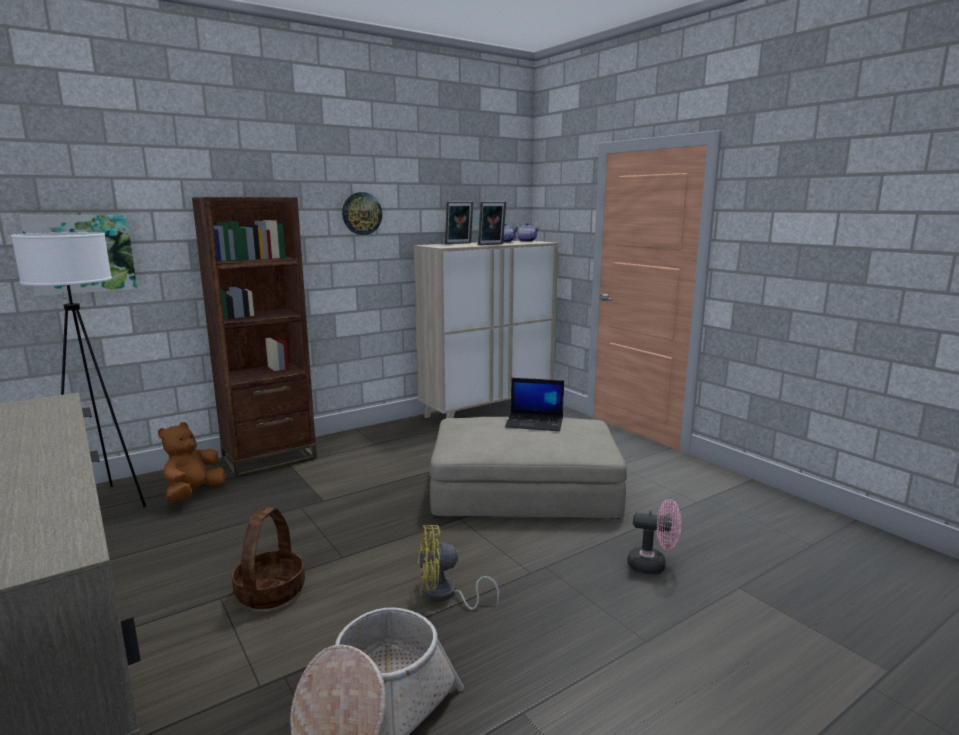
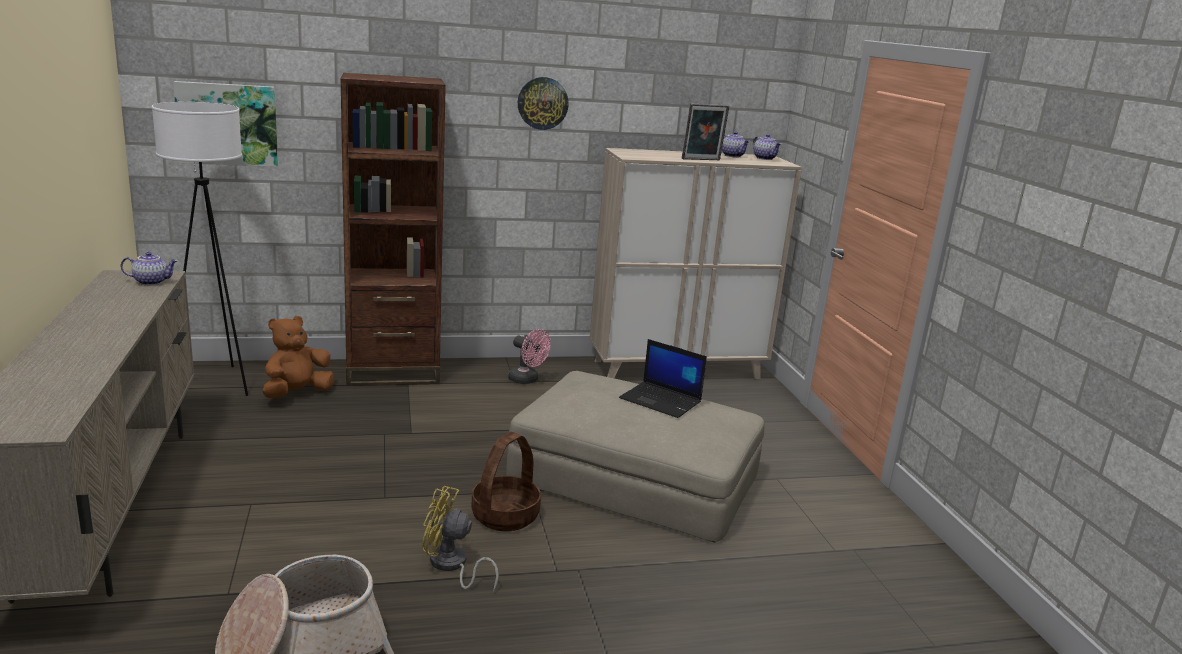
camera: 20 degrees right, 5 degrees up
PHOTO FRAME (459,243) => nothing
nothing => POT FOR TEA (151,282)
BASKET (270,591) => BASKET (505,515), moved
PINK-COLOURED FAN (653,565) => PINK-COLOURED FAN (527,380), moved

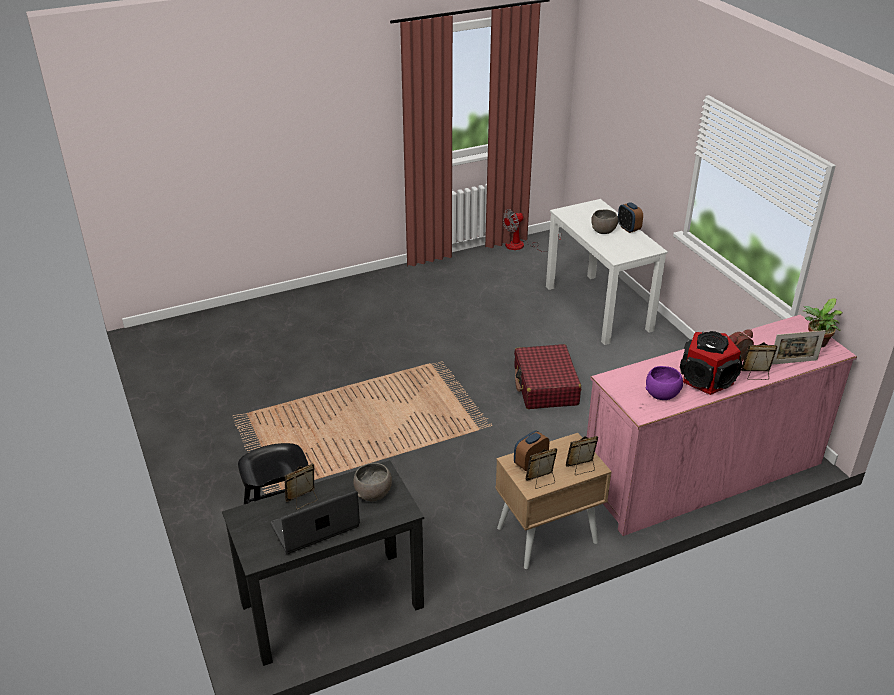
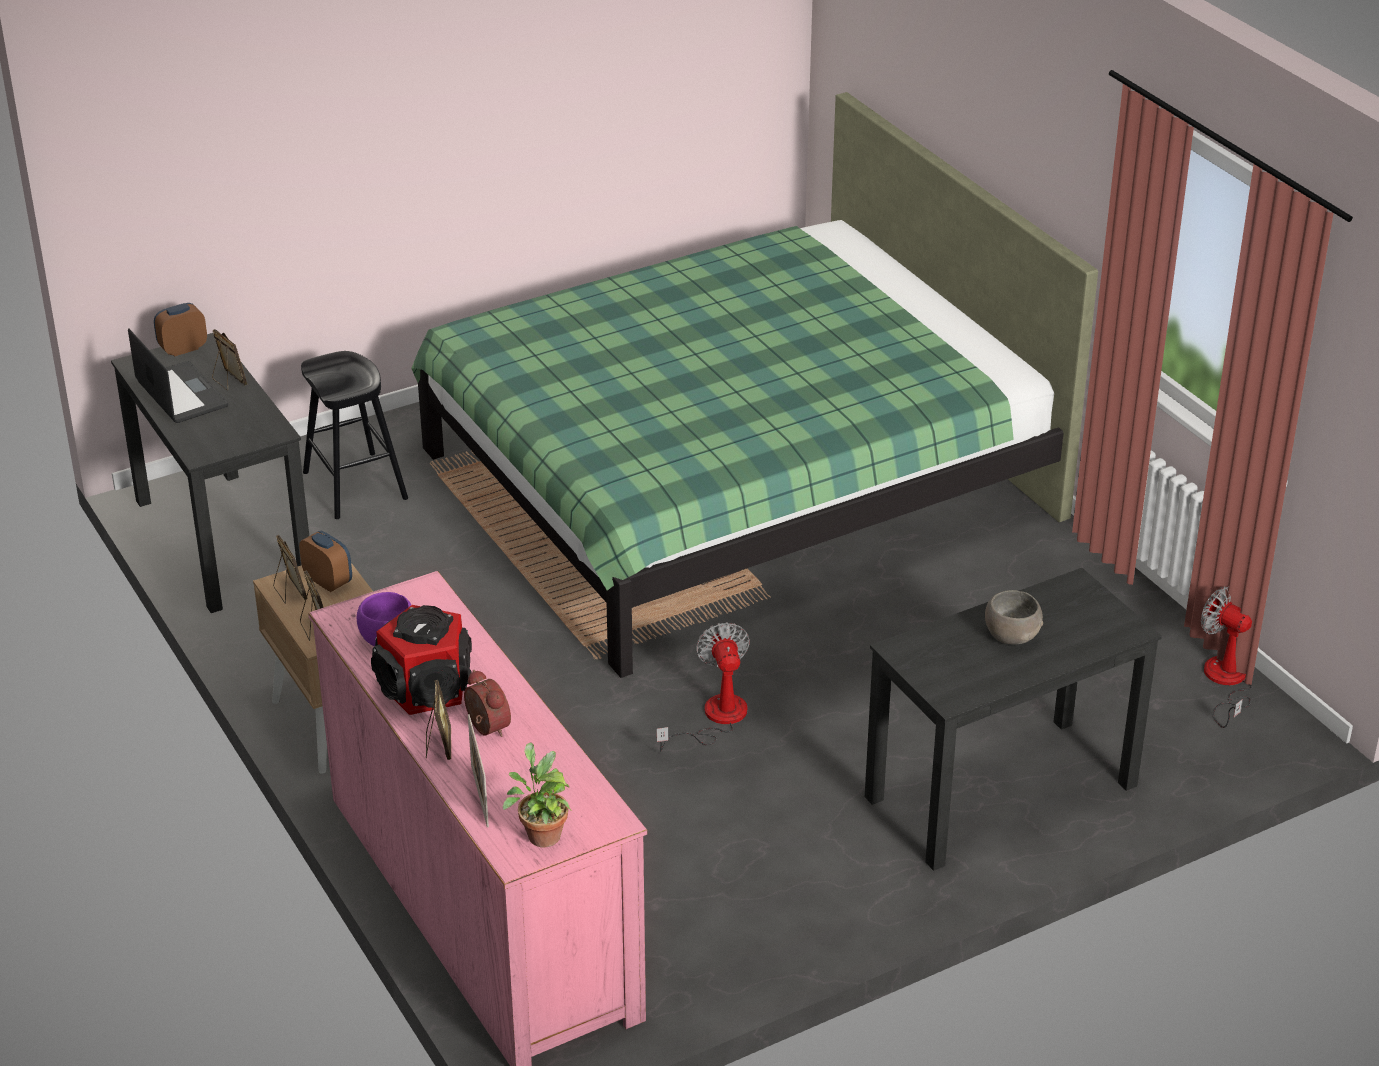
camera: 85 degrees right, 0 degrees up
GRAY BOWL (373,493) => nothing
nothing => GREENISH SLEEPING BED (735,483)
ALARM CLOCK (628,228) => ALARM CLOCK (183,349), moved
RED PIECE OF LUGGAGE (545,386) => FAN (714,718)
WHITE DESK (598,308) => BLACK-COLOURED DESK (1000,792)

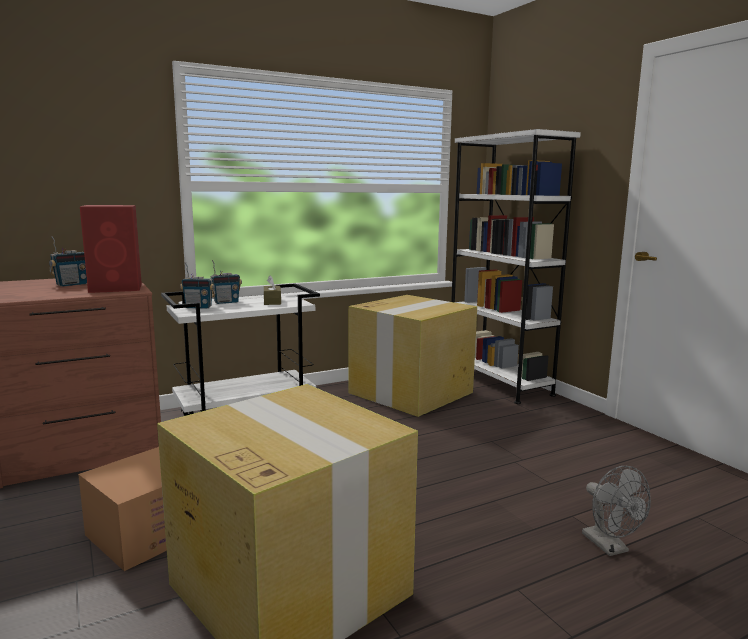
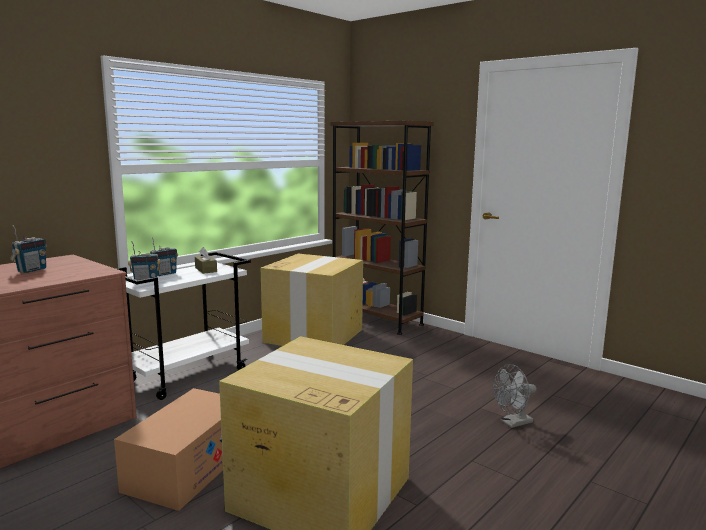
camera: 20 degrees left, 0 degrees up
RED SPEAKER (117,288) => nothing
WHITE BOOKSHELF (498,382) => BROWN-COLOURED BOOKSHELF (376,319)
GRAY FAN (610,547) => GRAY FAN (513,423), 105 degrees clockwise

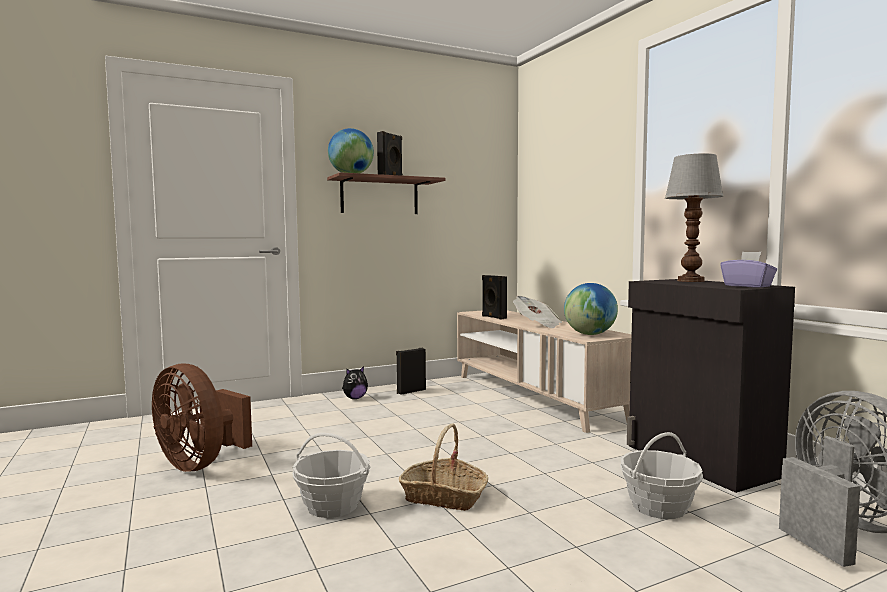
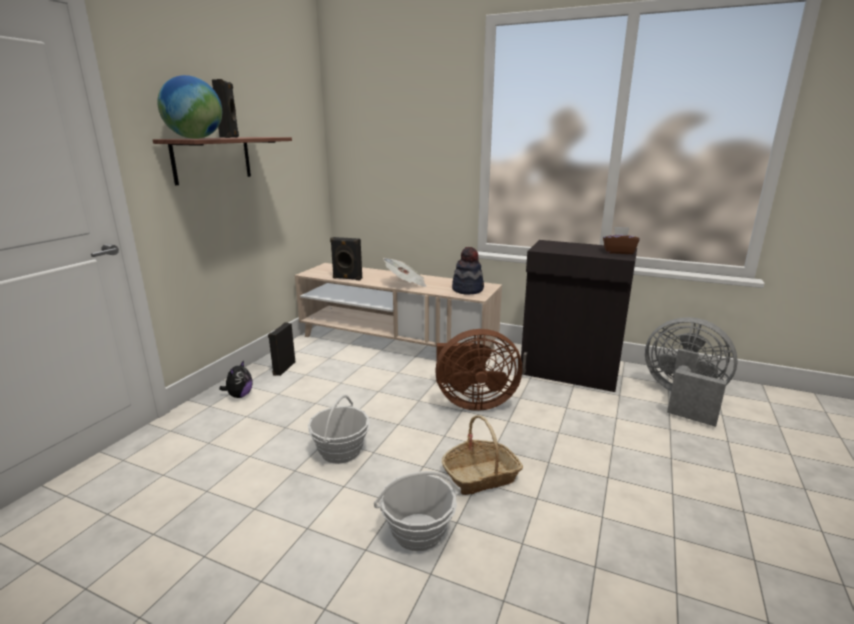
camera: 40 degrees left, 15 degrees up
LAMP FOR A TABLE (690,281) => nothing
BROWN-COLOURED FAN (200,463) => BROWN-COLOURED FAN (472,402), moved
BASKET (659,507) => BASKET (341,451), moved
DESK GLOBE (590,334) => HAT (468,289)
PURPLE TISSUE HOLDER (747,286) => BROWN-COLOURED TISSUE HOLDER (618,252)

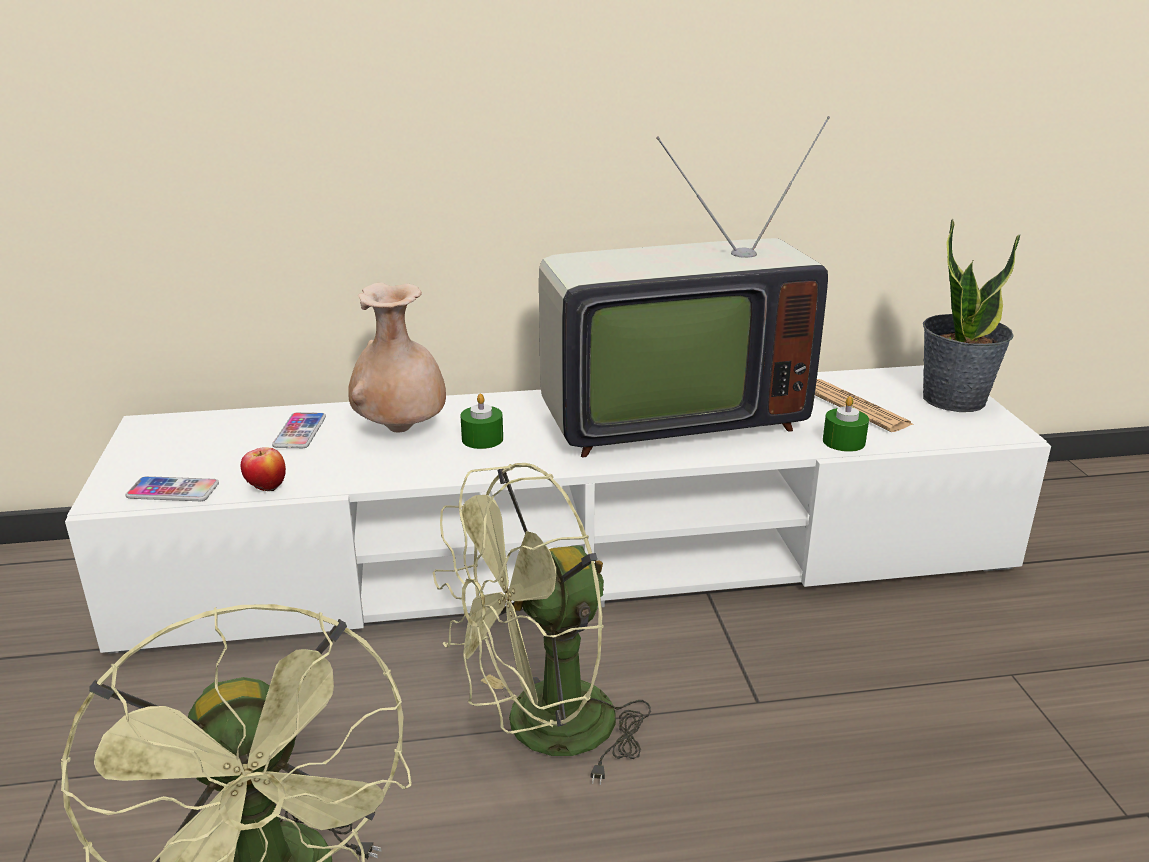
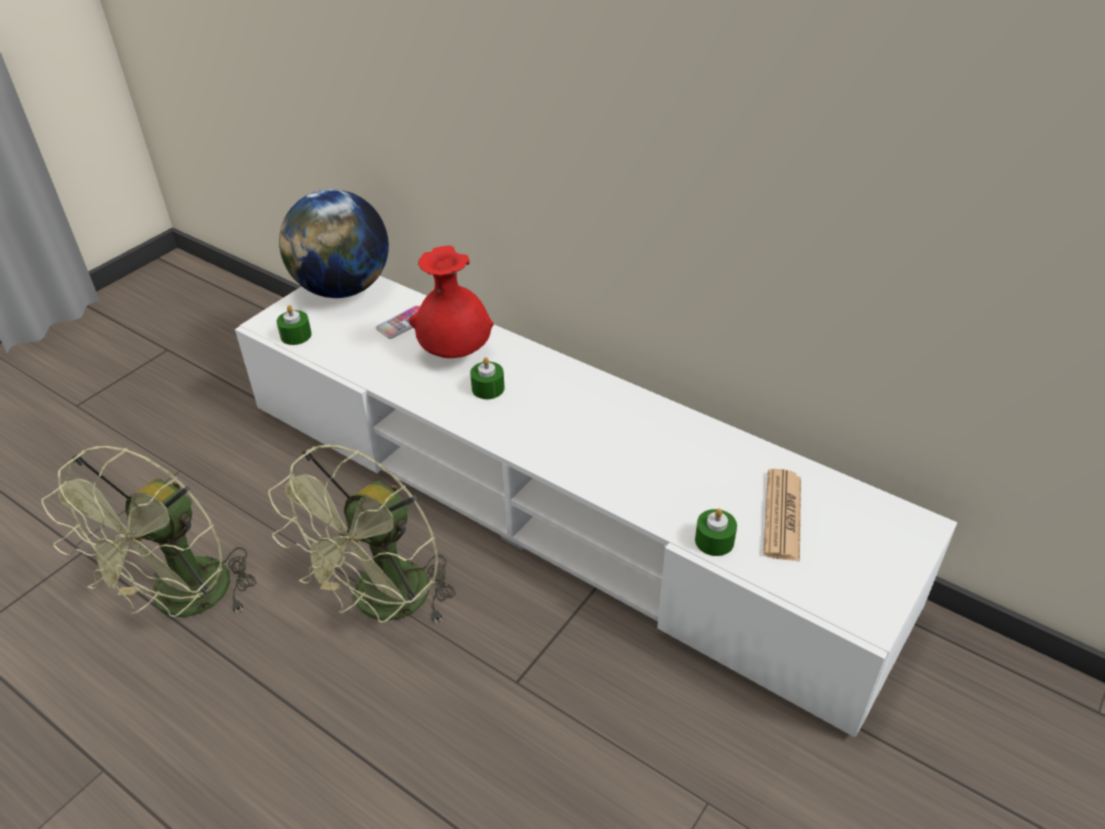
camera: 45 degrees right, 15 degrees up
APPLE FRUIT (266,488) => nothing
TELEVISION (665,418) => nothing
PLANT IN A POT (953,399) => nothing
nothing => DESK GLOBE (343,289)
HANDSET (173,491) => GREENISH CANDLE (296,335)
SAND-COLOURED DECORATIVE VASE (400,430) => RED DECORATIVE VASE (455,353)
GREENISH FAN (541,732) => GREENISH FAN (383,605), 75 degrees counterclockwise

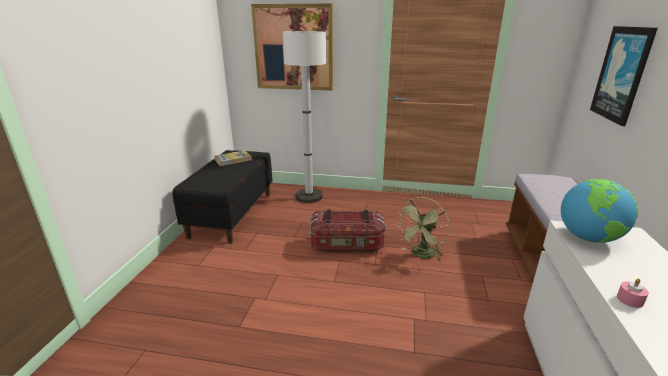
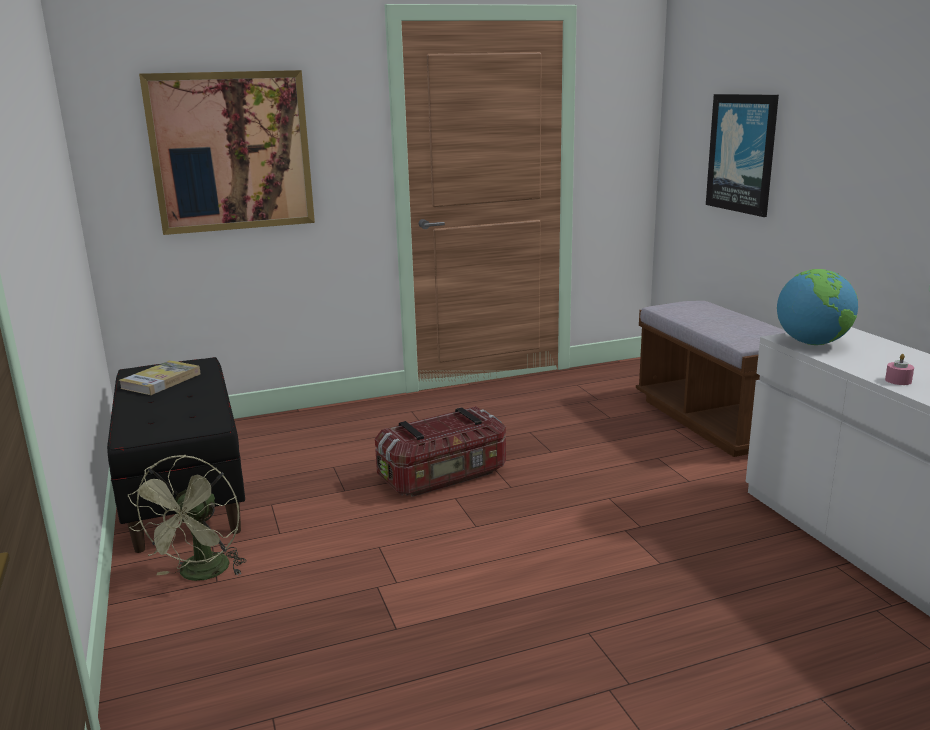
camera: 30 degrees left, 5 degrees down
WHITE STANDARD LAMP (309,197) => nothing
GREENISH FAN (421,255) => GREENISH FAN (201,575), moved

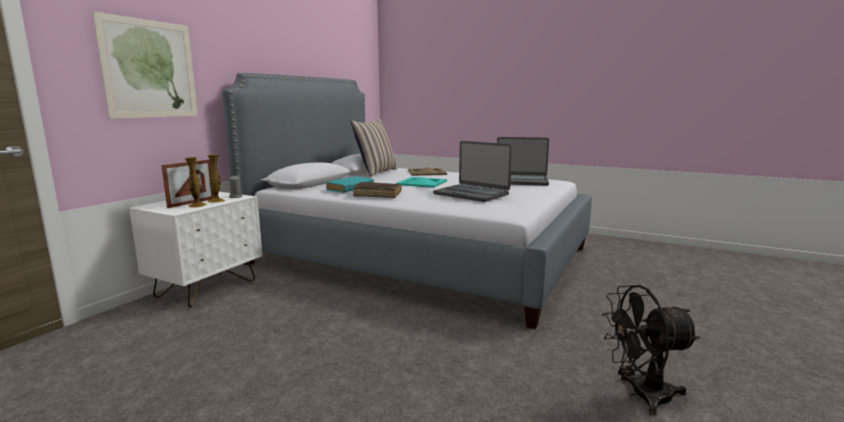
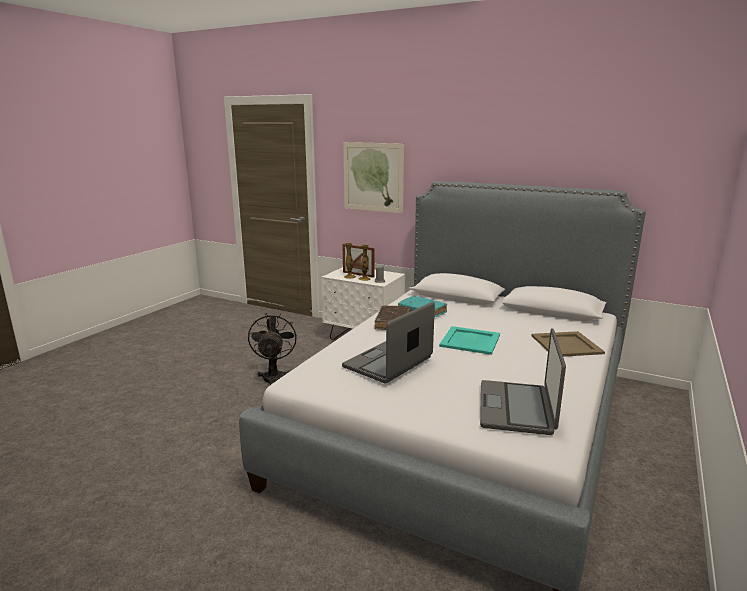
camera: 90 degrees right, 5 degrees up
PILLOW (376,172) => nothing
BLACK-COLOURED FAN (641,395) => BLACK-COLOURED FAN (274,376), moved

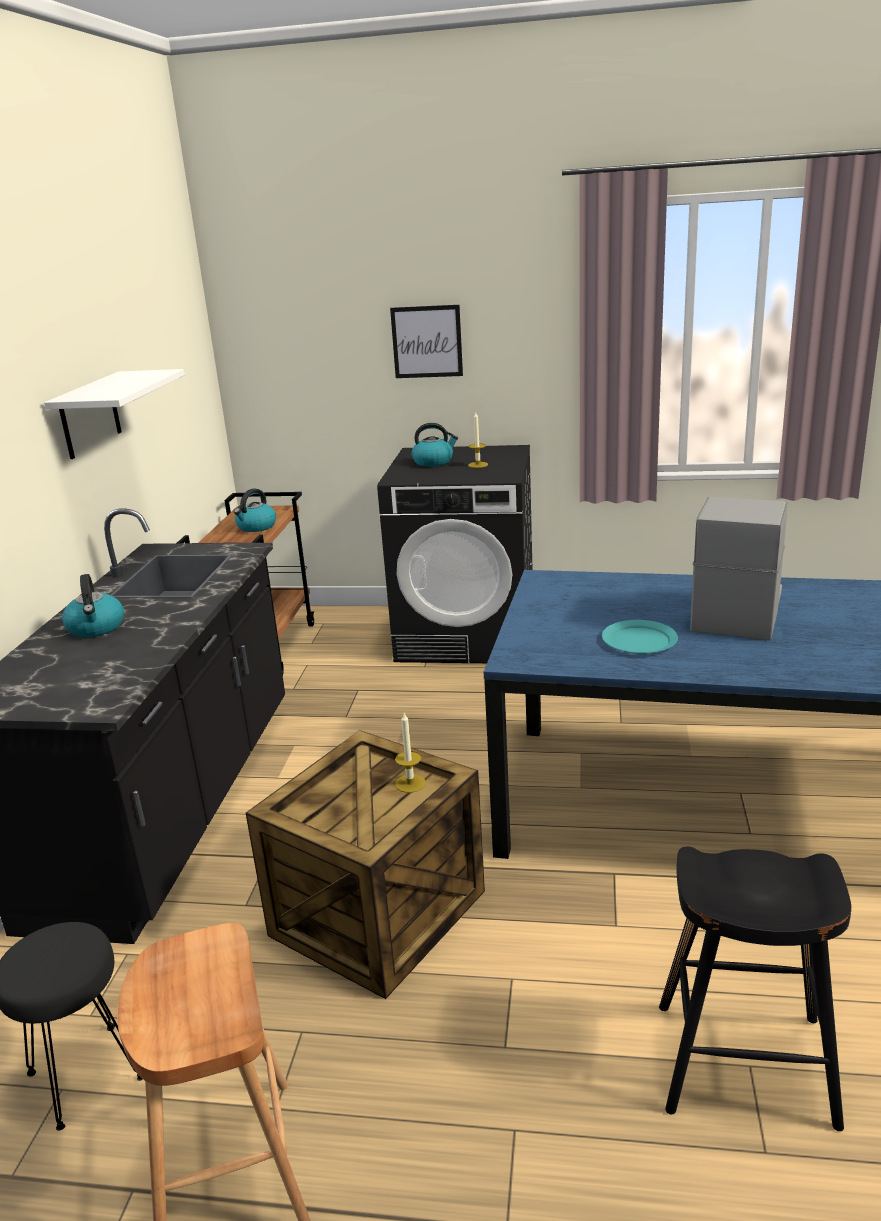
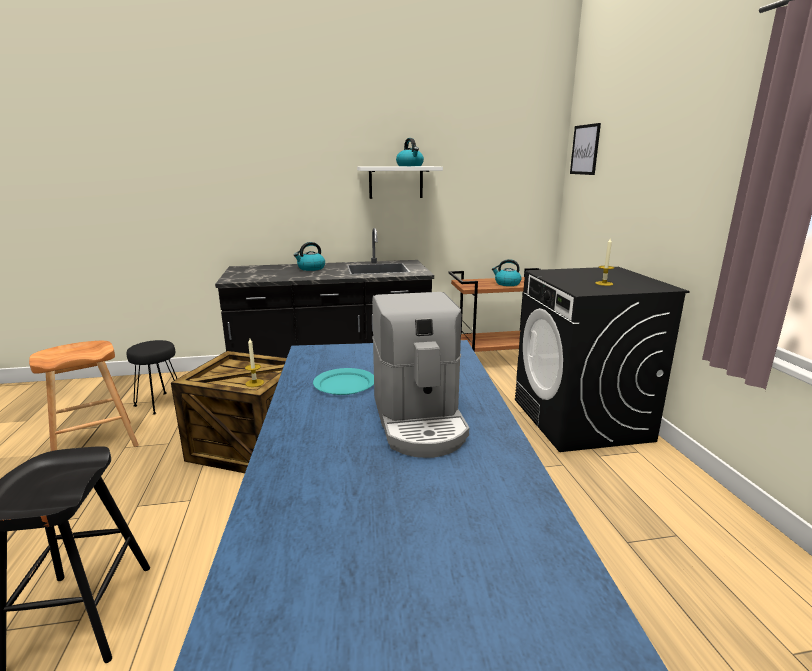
camera: 70 degrees right, 5 degrees down
PICTURE (427,341) => PICTURE (585,149), moved
WATER KETTLE (433,462) => WATER KETTLE (410,166), moved
COFFEE MACHINE (737,611) => COFFEE MACHINE (419,421), 75 degrees clockwise

